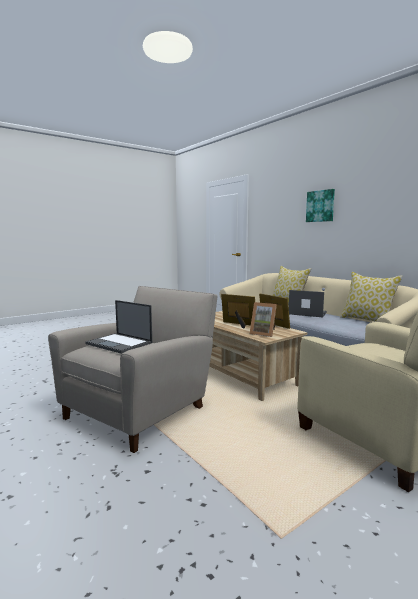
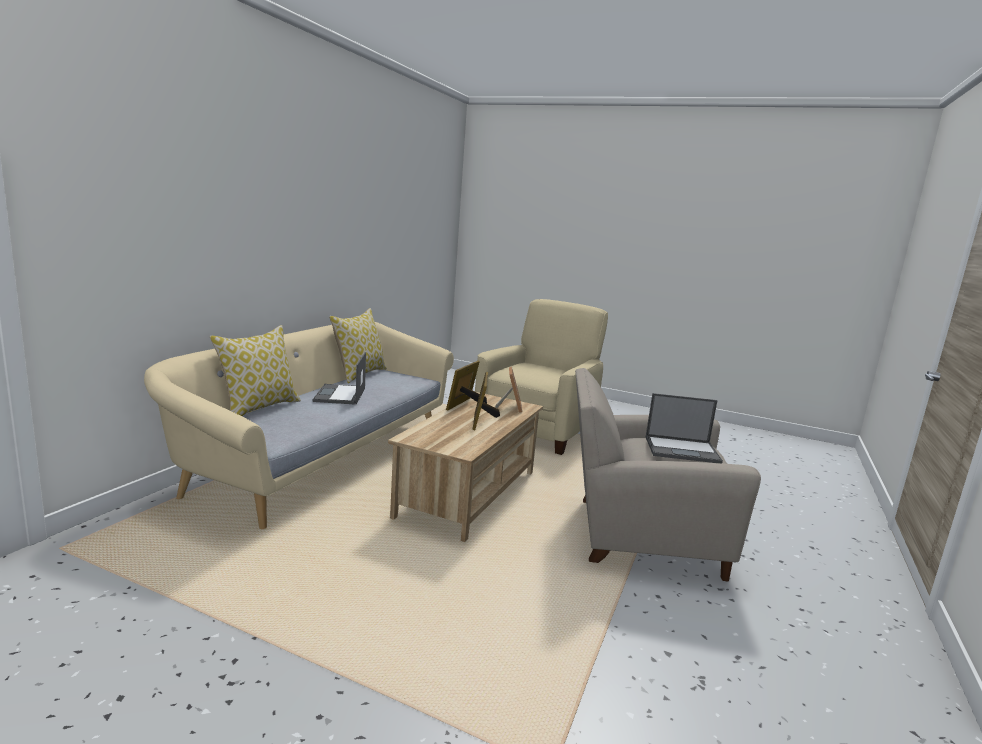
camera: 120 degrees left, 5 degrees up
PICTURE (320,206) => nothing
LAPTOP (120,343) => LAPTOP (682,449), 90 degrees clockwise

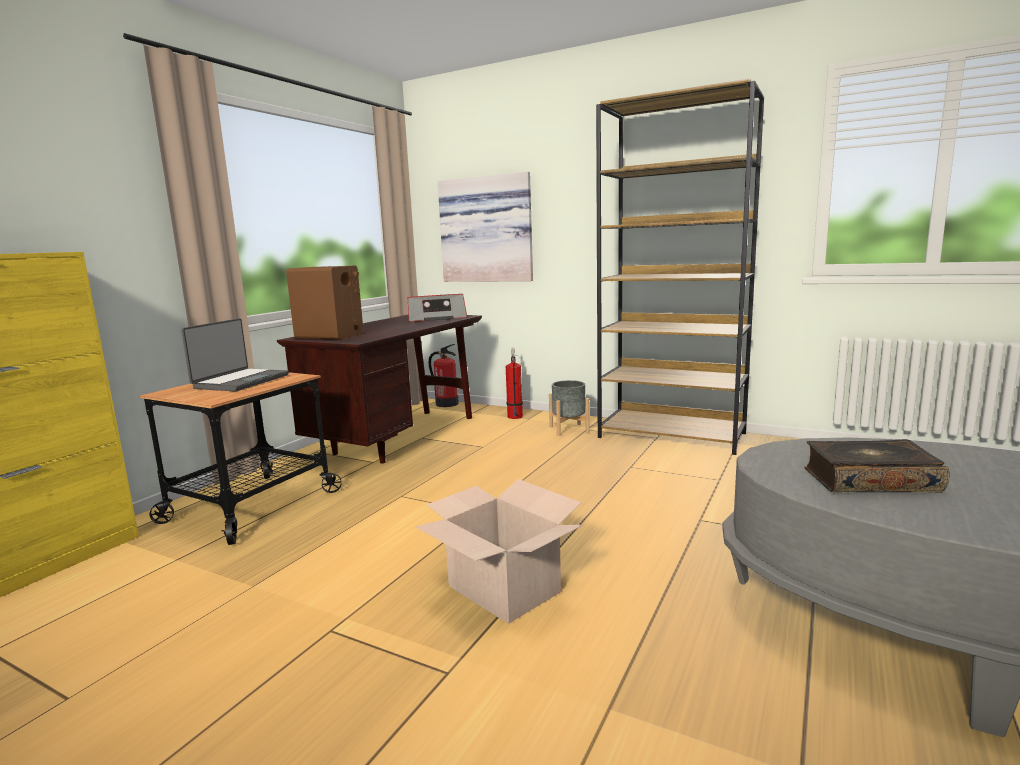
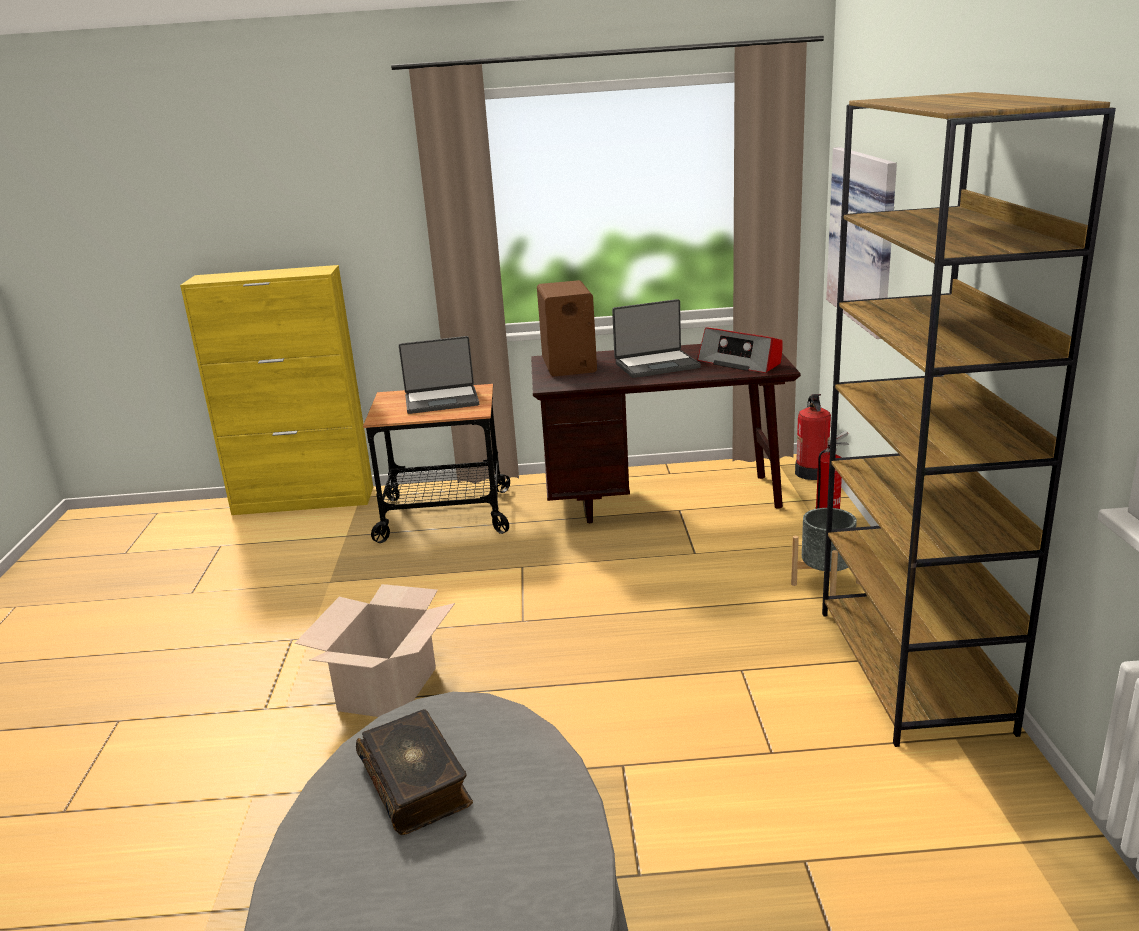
camera: 60 degrees right, 10 degrees up
nothing => LAPTOP (656,365)

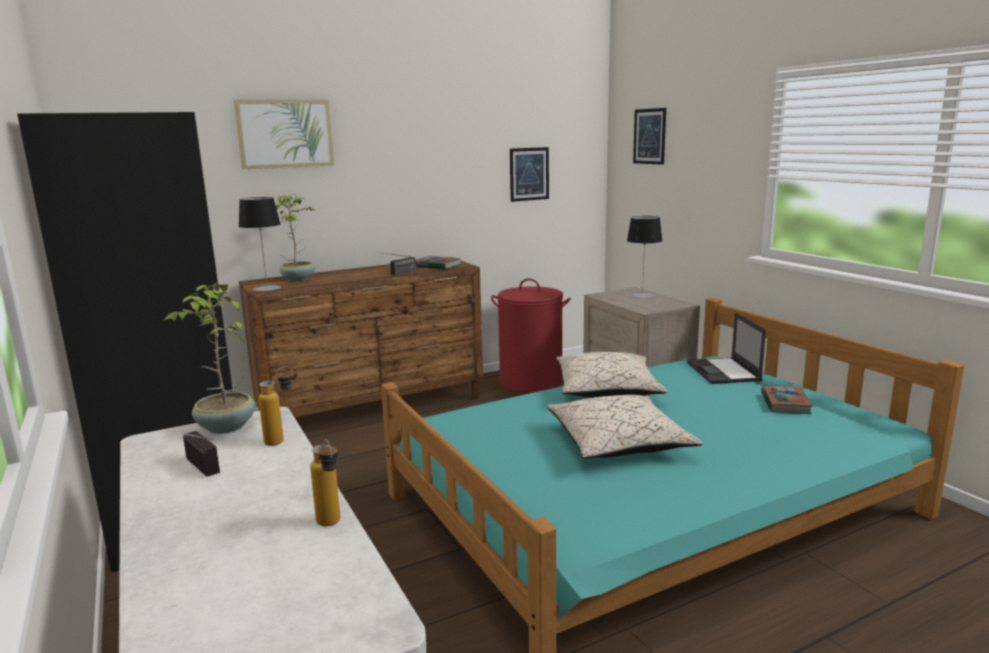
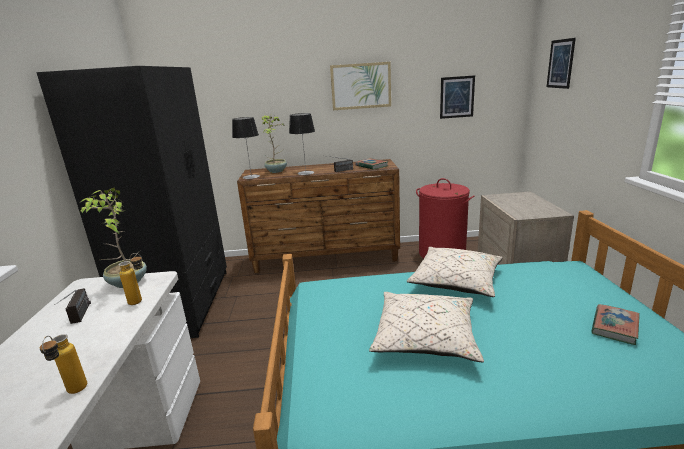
camera: 25 degrees right, 5 degrees up
LAPTOP (723,371) => nothing
PICTURE (285,134) => PICTURE (361,86), moved
LAMP FOR A TABLE (642,295) => LAMP FOR A TABLE (305,173), moved

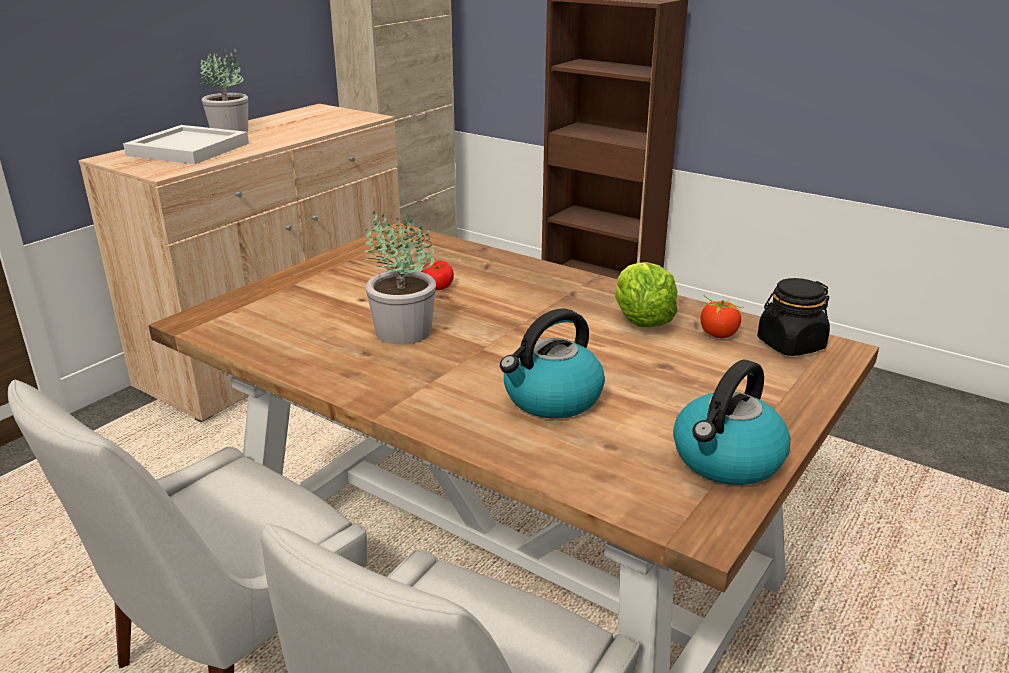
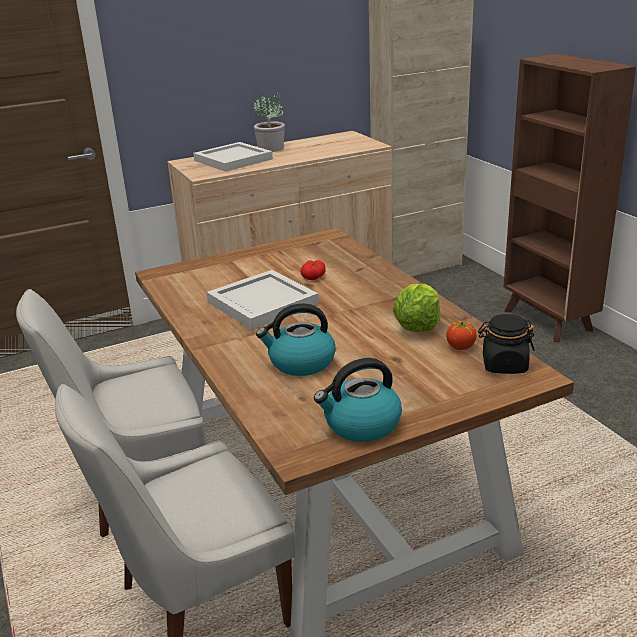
camera: 30 degrees right, 0 degrees up
PLANT IN A POT (402,331) => WHITE CARRYING TRAY (260,303)

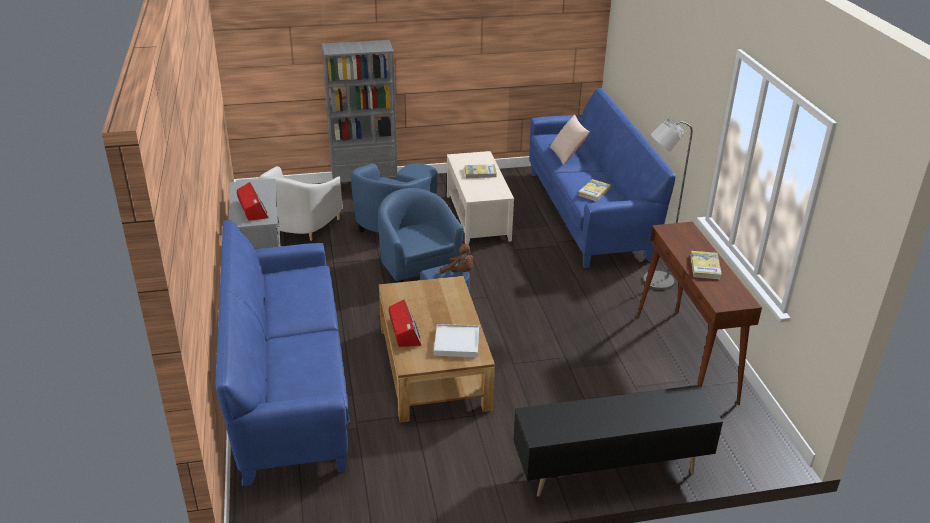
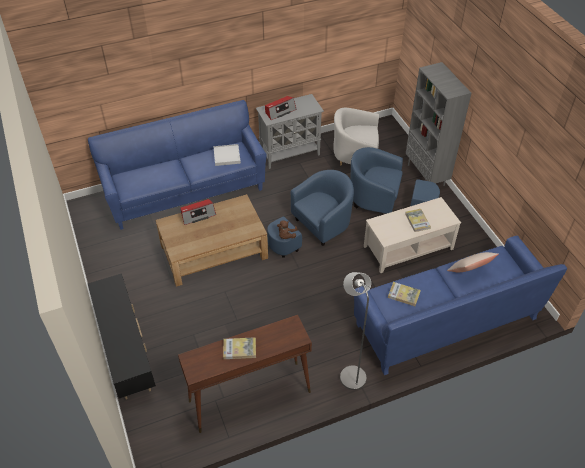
camera: 80 degrees right, 15 degrees up
WHITE CARRYING TRAY (457,343) => WHITE CARRYING TRAY (227,156), moved

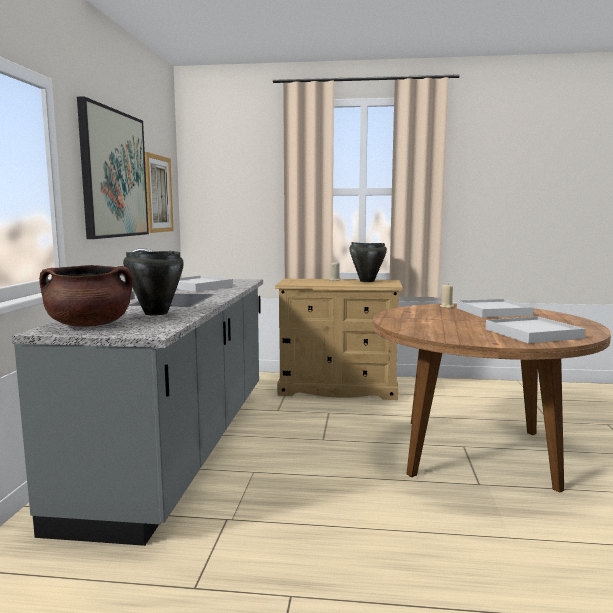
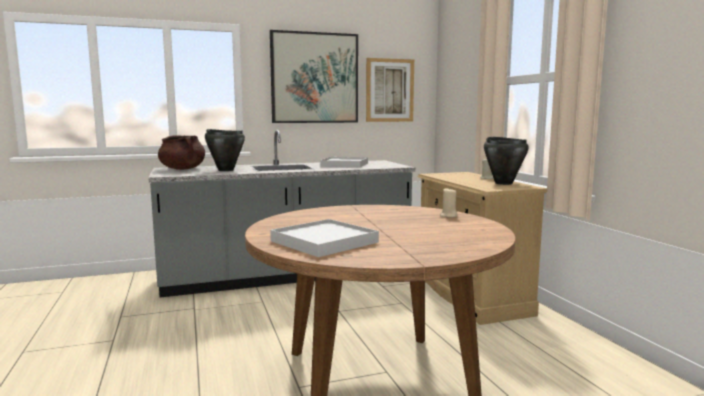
camera: 65 degrees right, 0 degrees up
WHITE CARRYING TRAY (493,311) => nothing

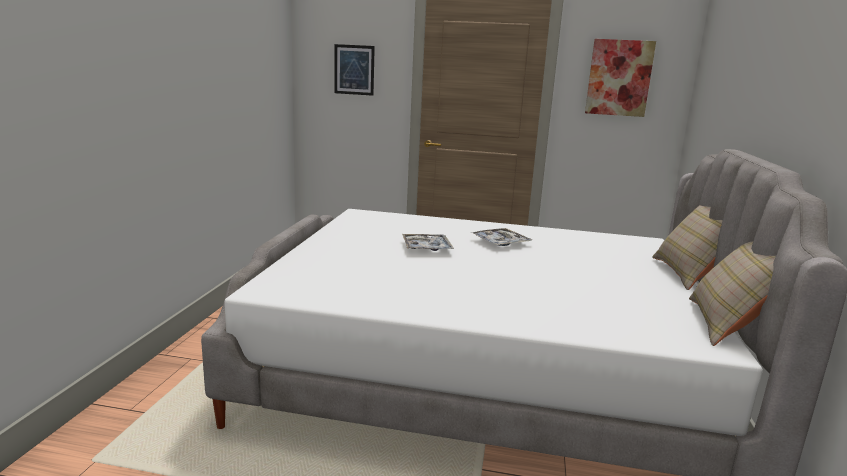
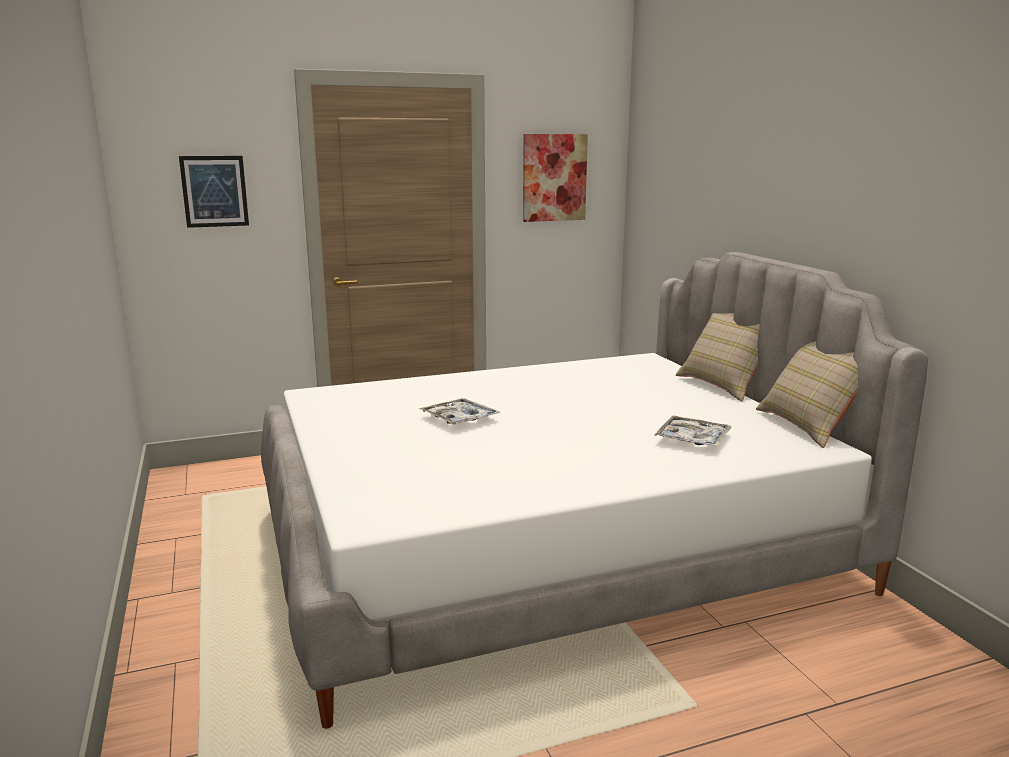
camera: 30 degrees left, 0 degrees up
CARRYING TRAY (500,242) => CARRYING TRAY (692,439), moved

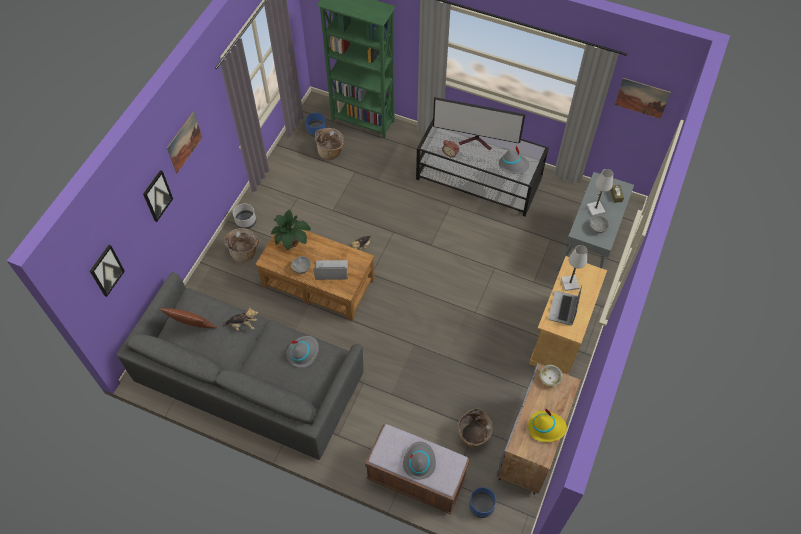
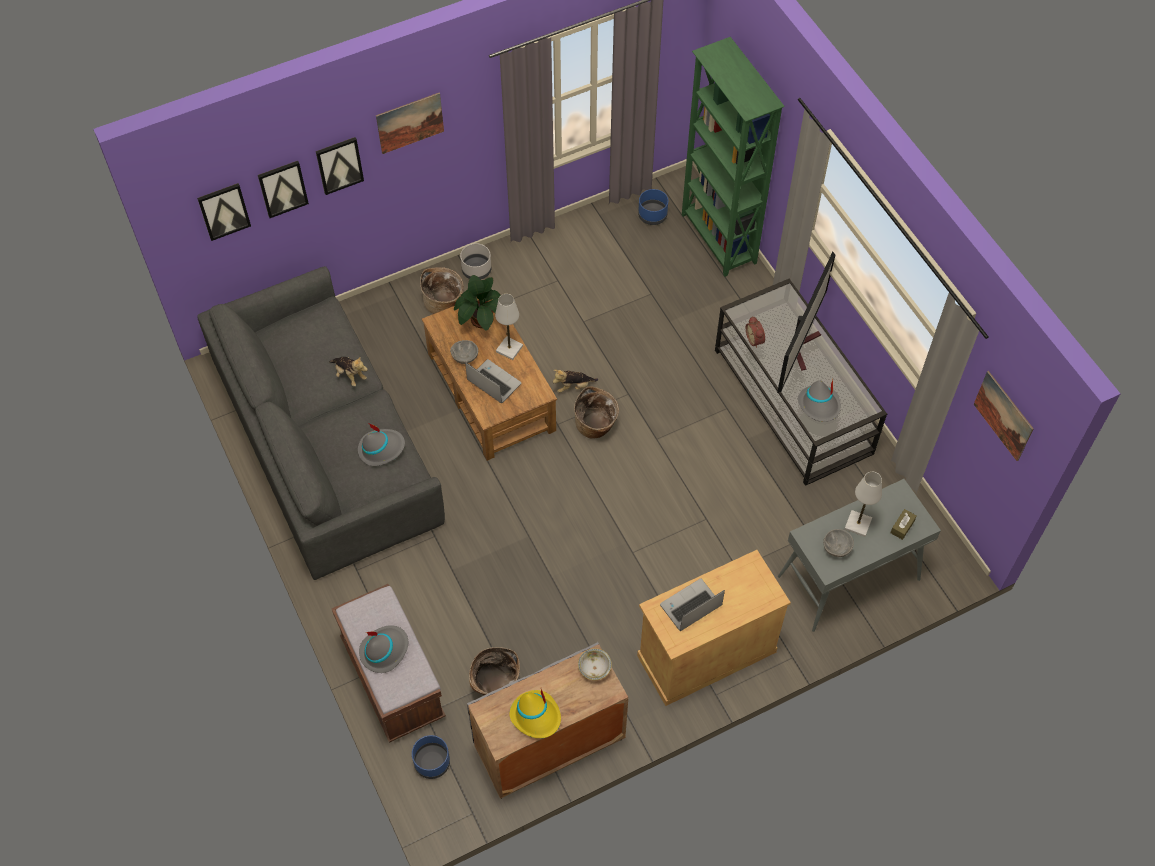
camera: 40 degrees right, 0 degrees up
BROWN-COLOURED PILLOW (193,328) => nothing
nothing => PICTURE (282,188)
BASKET (331,152) => BASKET (596,426), moved
WHITE LAMP FOR A TABLE (570,283) => WHITE LAMP FOR A TABLE (509,349), moved
TELEVISION (477,142) => TELEVISION (802,347), 120 degrees counterclockwise

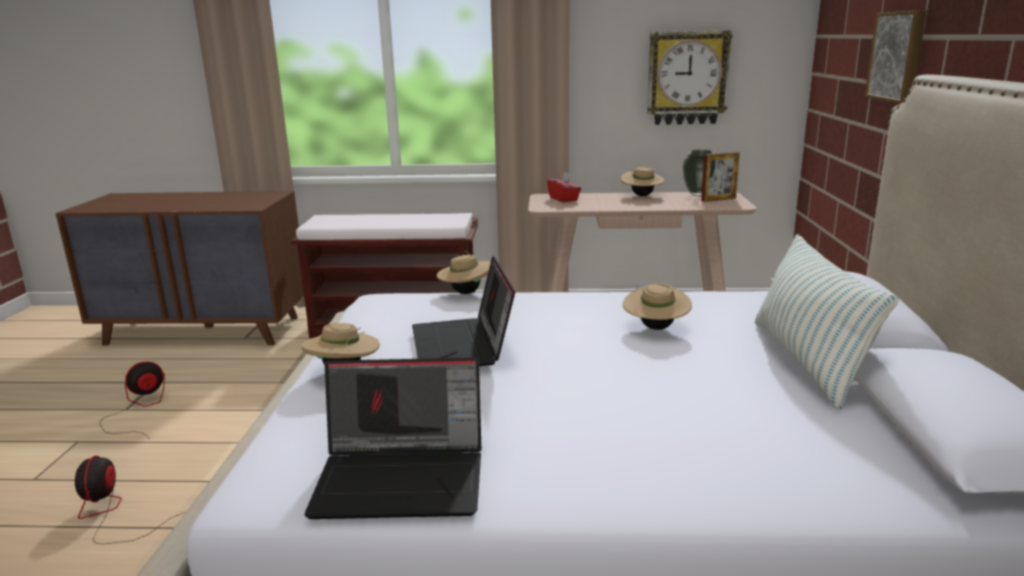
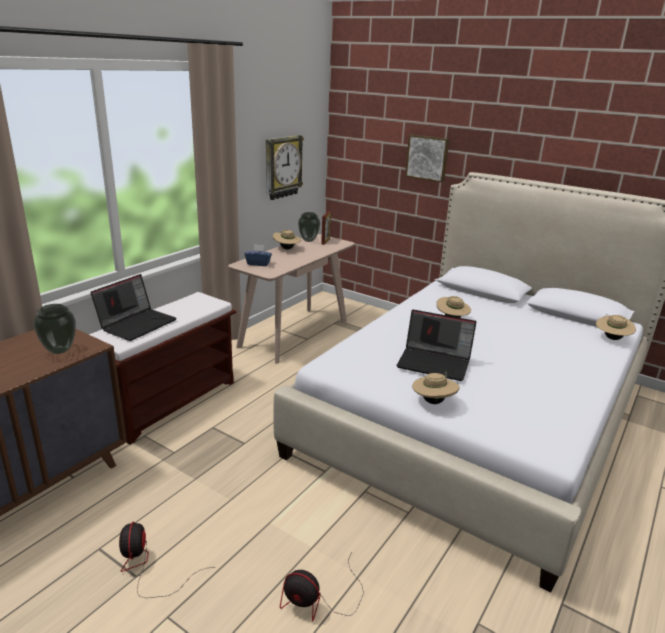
camera: 60 degrees left, 5 degrees up
PILLOW (807,361) => nothing
nothing => DECORATIVE VASE (59,350)
LAPTOP (403,478) => LAPTOP (137,324), moved
SAND-COLOURED HAT (466,292) => SAND-COLOURED HAT (612,338), moved
RED TISSUE HOLDER (564,199) => BLUE-COLOURED TISSUE HOLDER (258,263)

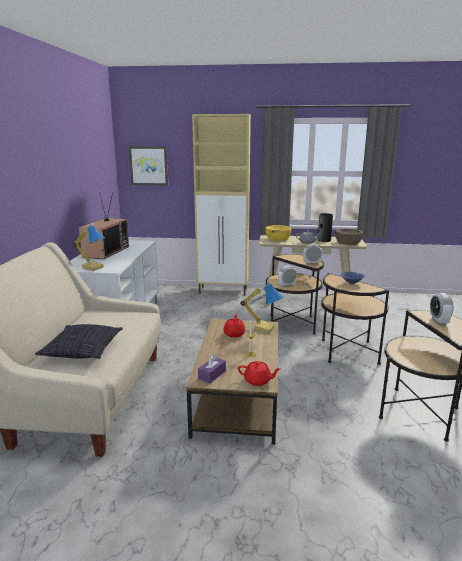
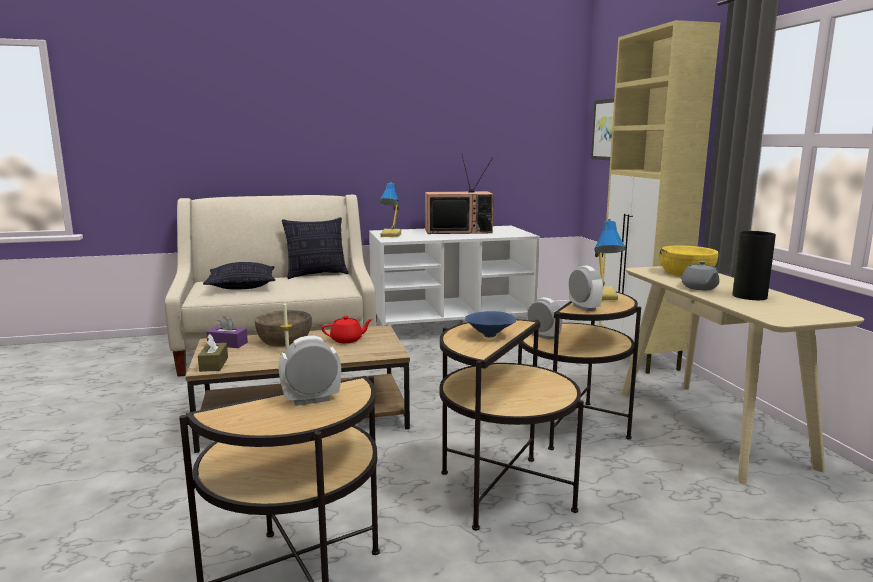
camera: 70 degrees right, 5 degrees down
nothing => PILLOW (316,275)
LAMP FOR A TABLE (264,328) => LAMP FOR A TABLE (603,297), moved
BROWN-COLOURED BOWL (348,242) => BROWN-COLOURED BOWL (284,340), moved
RED POT FOR TEA (258,381) => BROWN-COLOURED TISSUE HOLDER (214,364)

